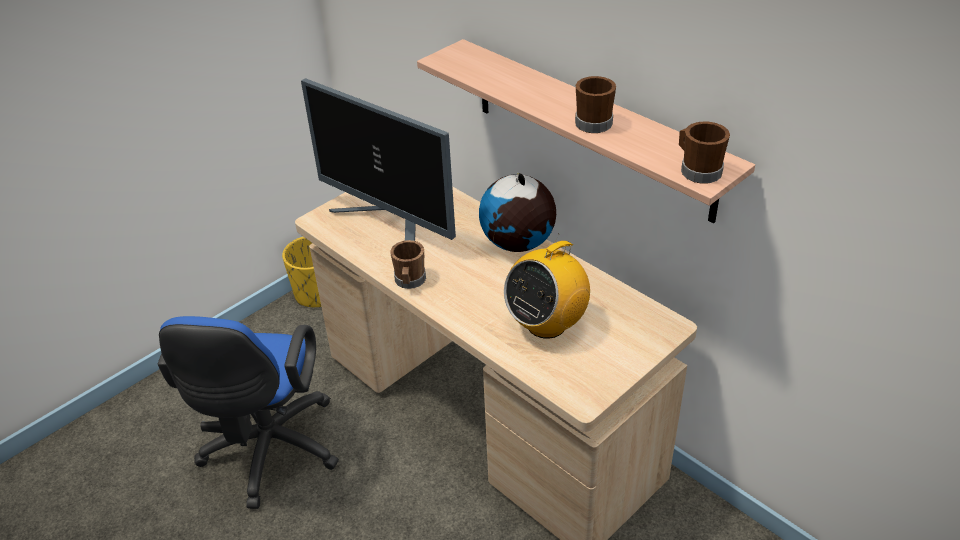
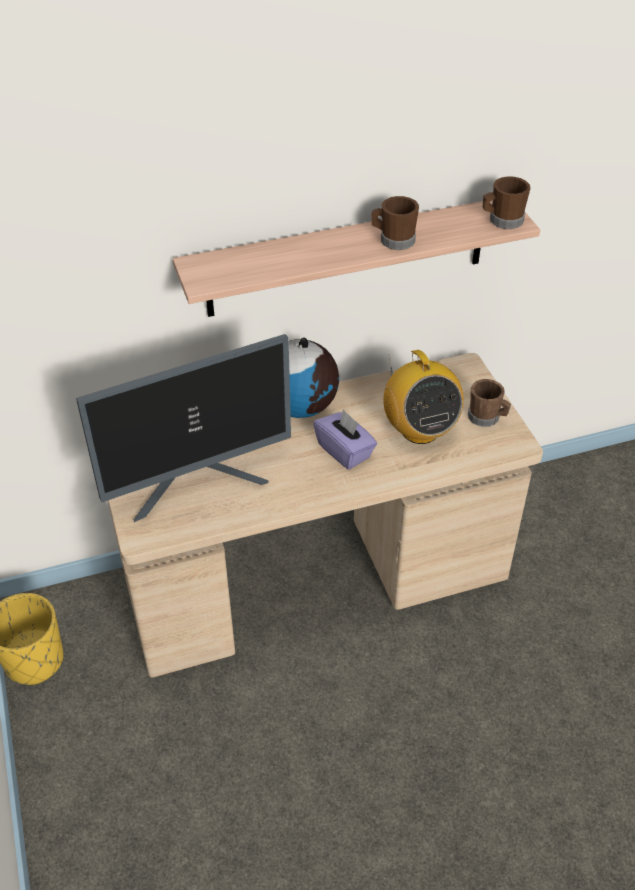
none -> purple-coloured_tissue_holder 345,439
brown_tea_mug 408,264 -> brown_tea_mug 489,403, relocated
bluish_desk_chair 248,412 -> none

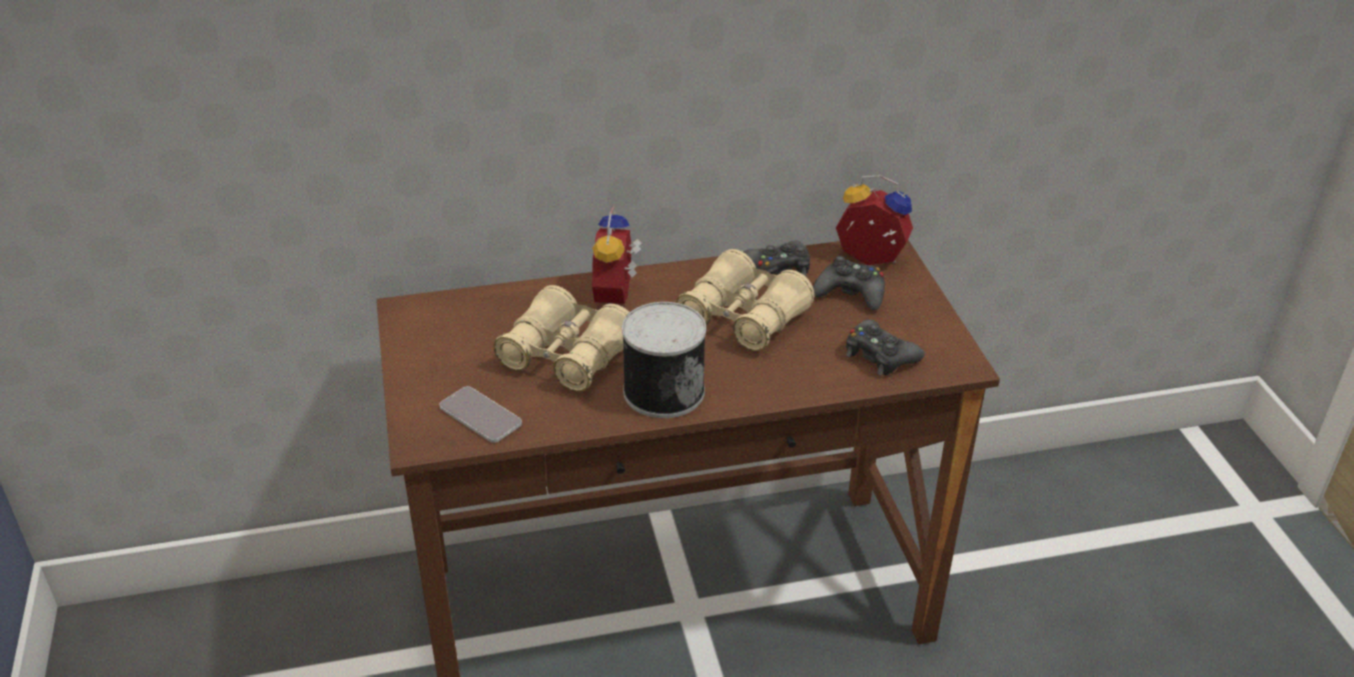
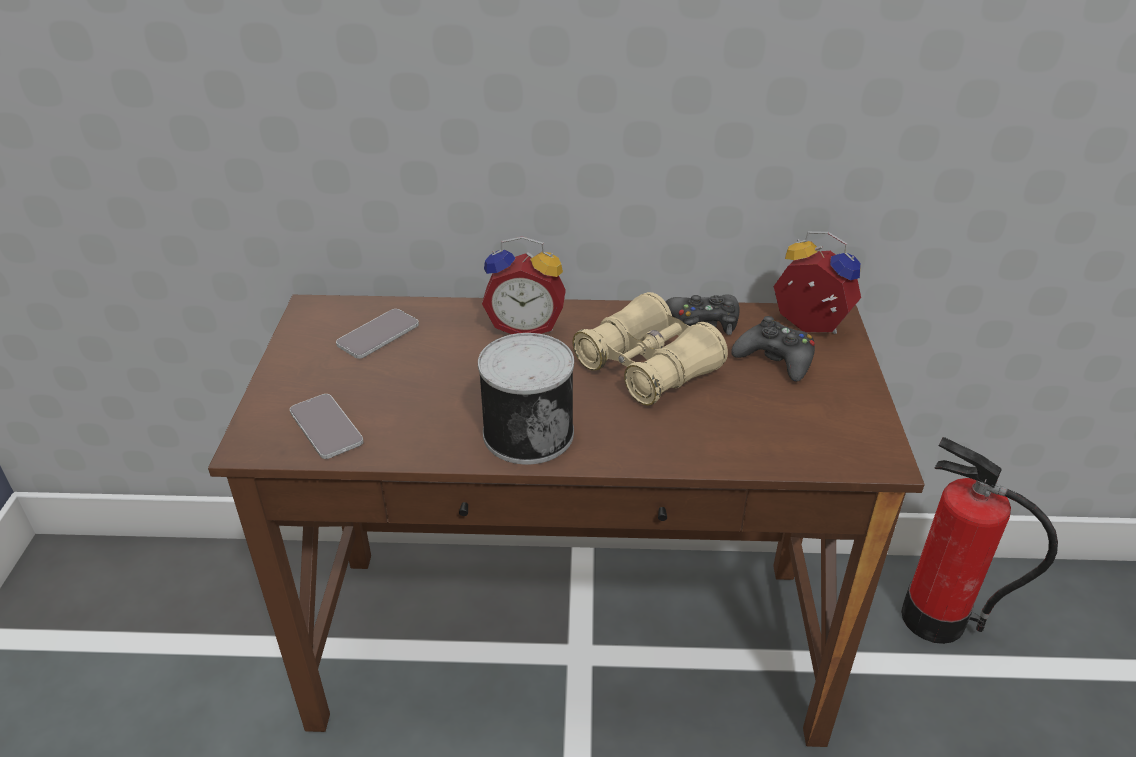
none -> phone 377,334
table_clock 617,255 -> table_clock 524,285, 105 degrees counterclockwise
none -> extinguisher 979,540
beige_binoculars 561,338 -> none
black-coloured_gamepad 885,347 -> none

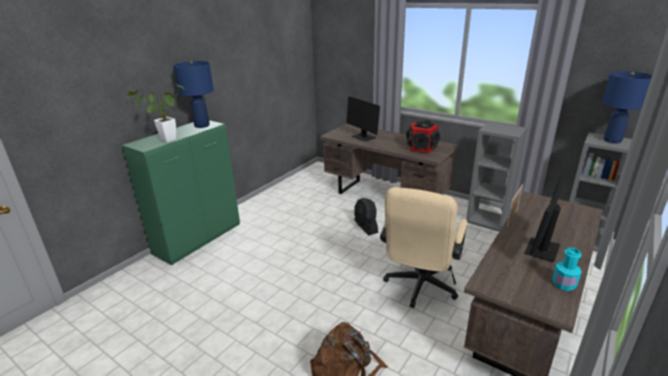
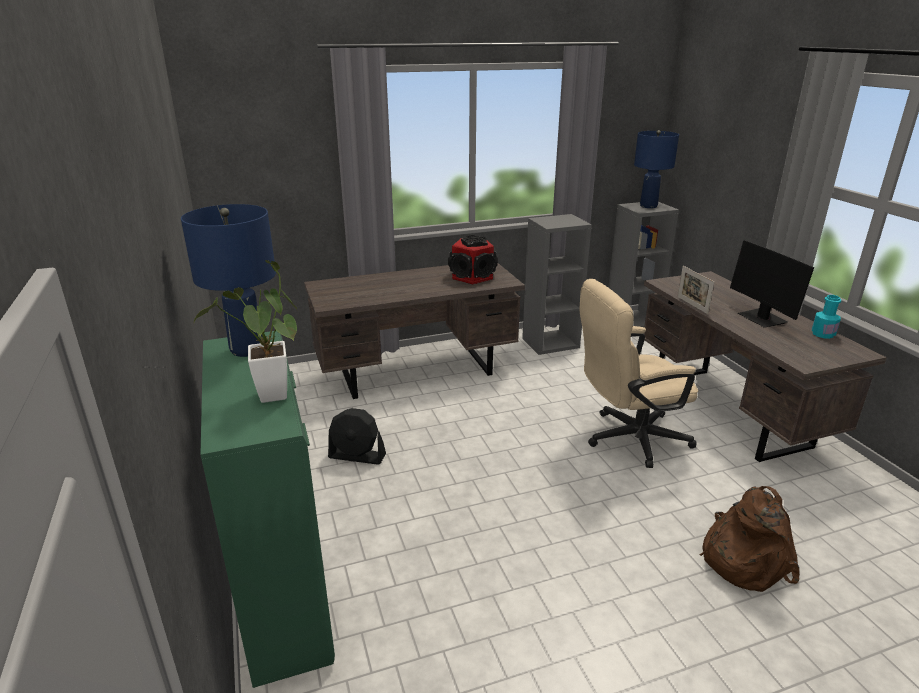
black-coloured_electric_fan 366,216 -> black-coloured_electric_fan 357,436, relocated
beige_desk_chair 423,247 -> beige_desk_chair 639,373, 105 degrees clockwise
computer_screen 363,119 -> none

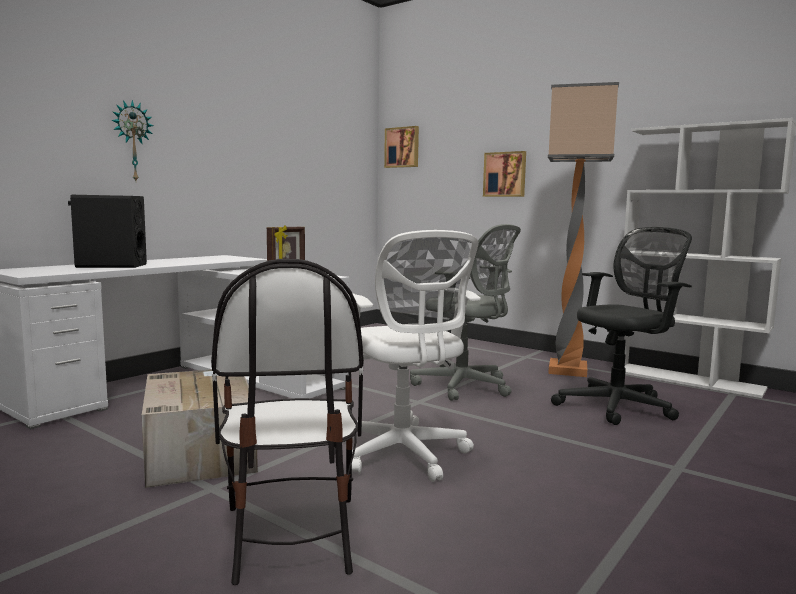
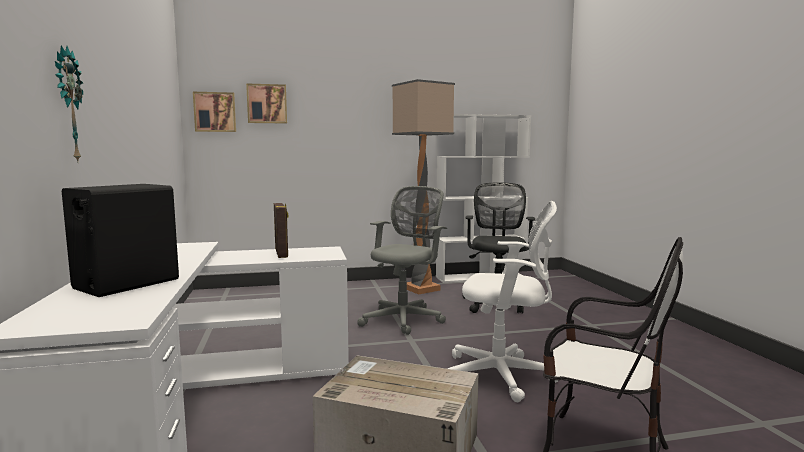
wall_art 504,174 -> wall_art 266,103, relocated
gray_desk_chair 465,312 -> gray_desk_chair 402,260, 45 degrees counterclockwise

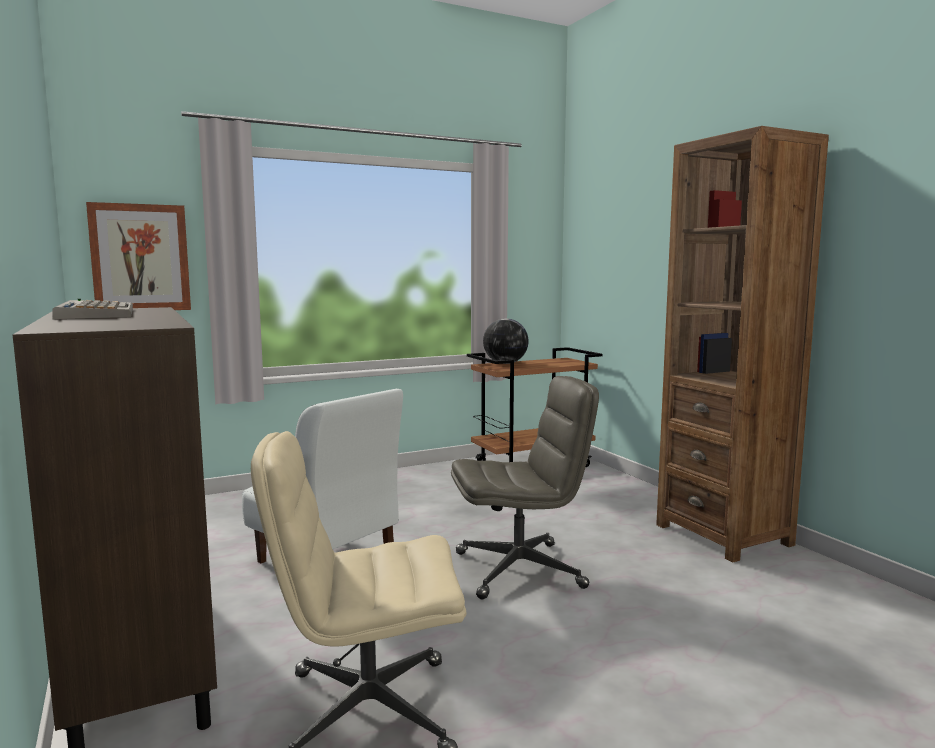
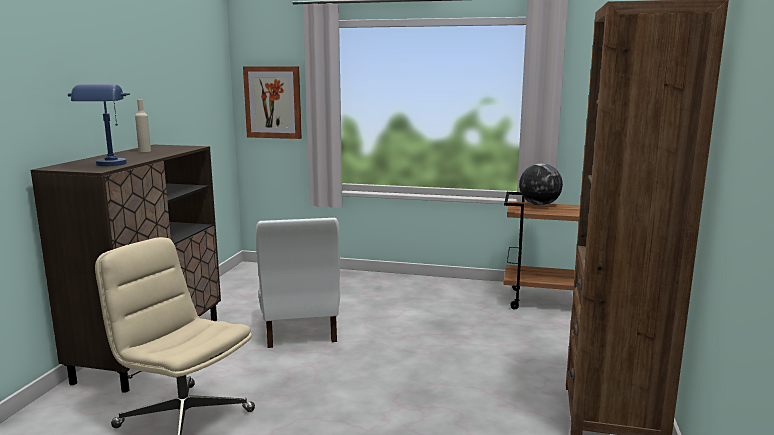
none -> bluish_table_lamp 99,125
PC_keyboard 92,309 -> beige_drink_bottle 143,126
gray_desk_chair 525,487 -> none

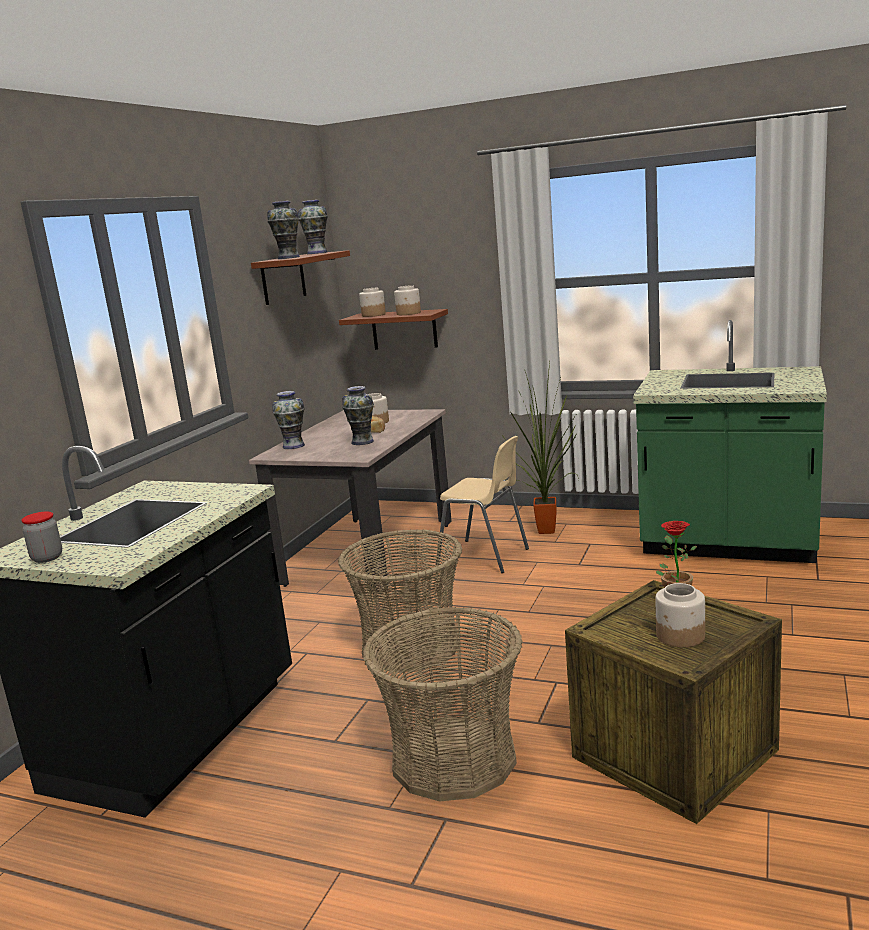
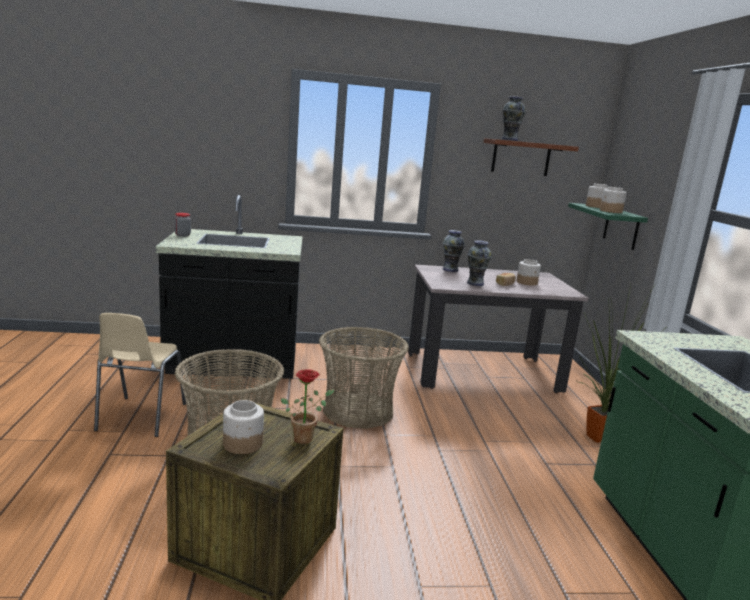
beige_chair 483,504 -> beige_chair 140,375, relocated
brown_shelf 393,329 -> green_shelf 608,226
flower_vase 313,227 -> none

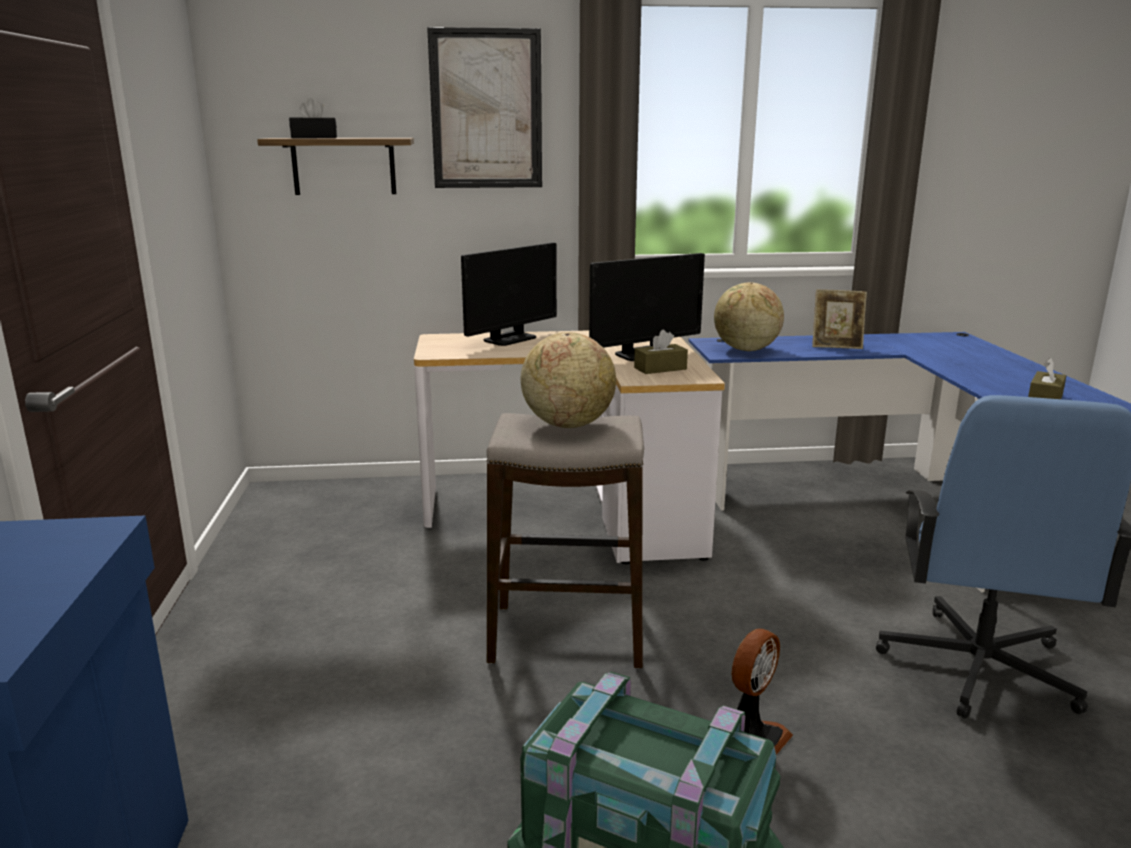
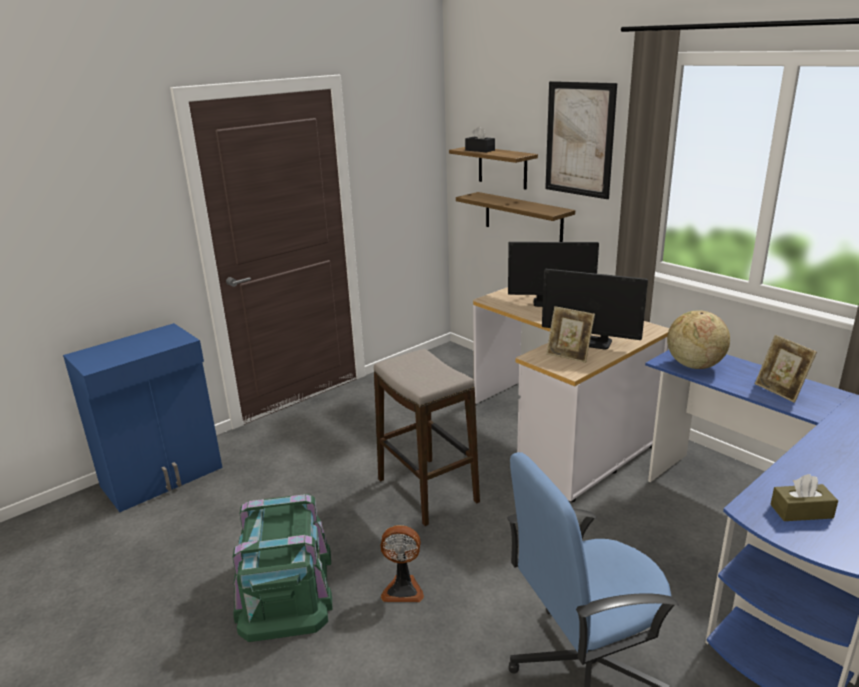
none -> shelf 515,217
brown_tissue_holder 661,352 -> photo_frame 570,334
globe 568,380 -> none

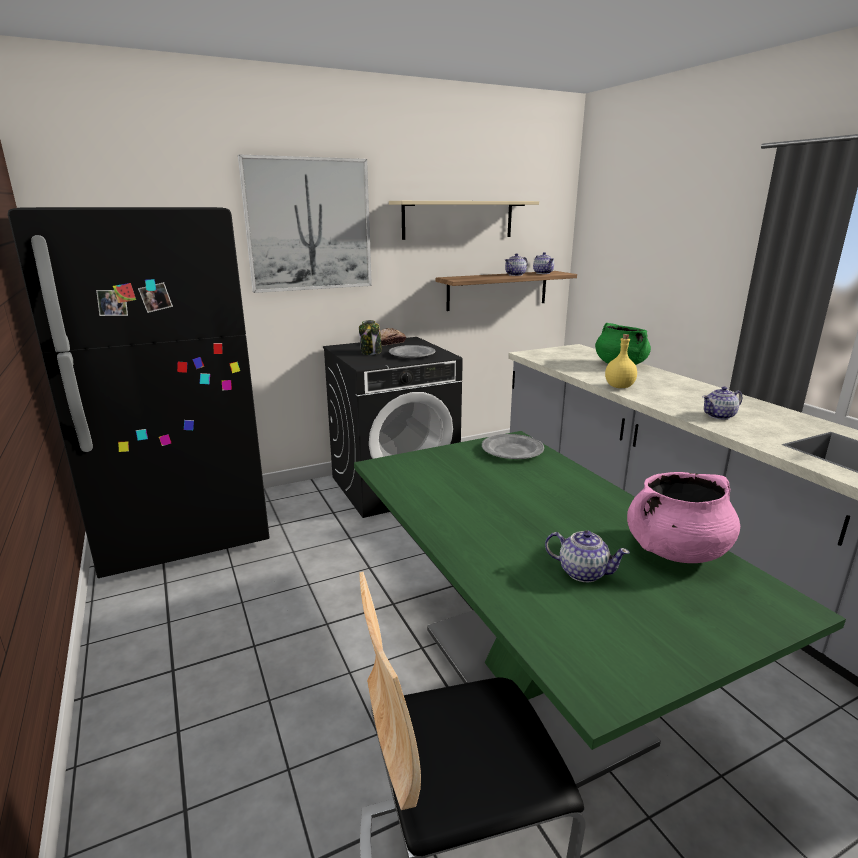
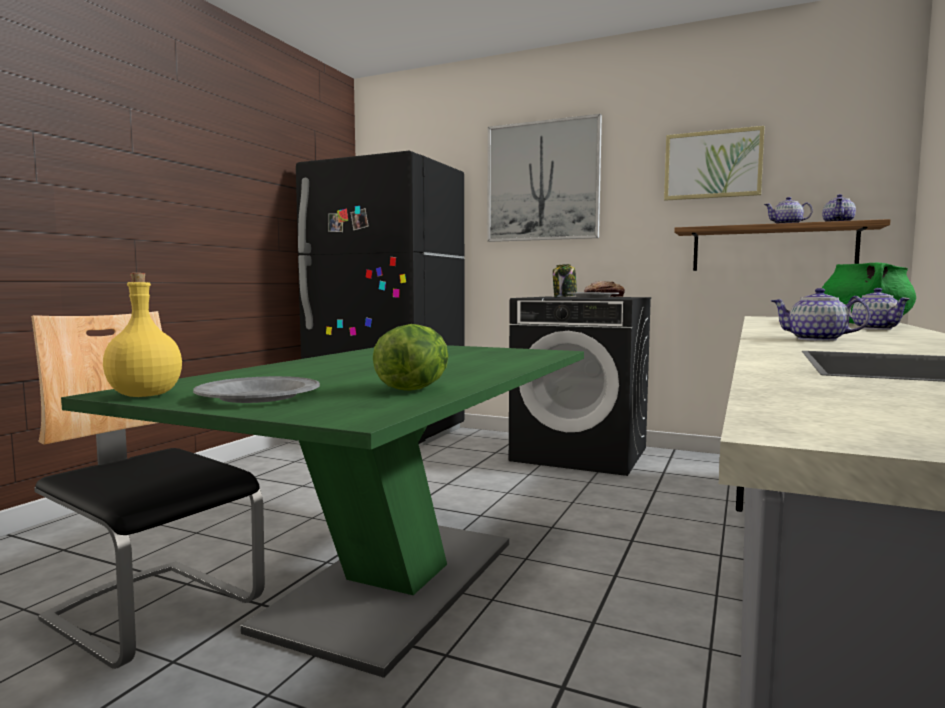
yellowish_drink_bottle 621,361 -> yellowish_drink_bottle 142,335, relocated
gray_plate 513,446 -> gray_plate 256,389, relocated
pink-coloured_saucepot 683,517 -> head_of_lettuce 411,357
beige_shelf 464,220 -> wall_art 714,163
pot_for_tea 587,556 -> pot_for_tea 879,309, relocated

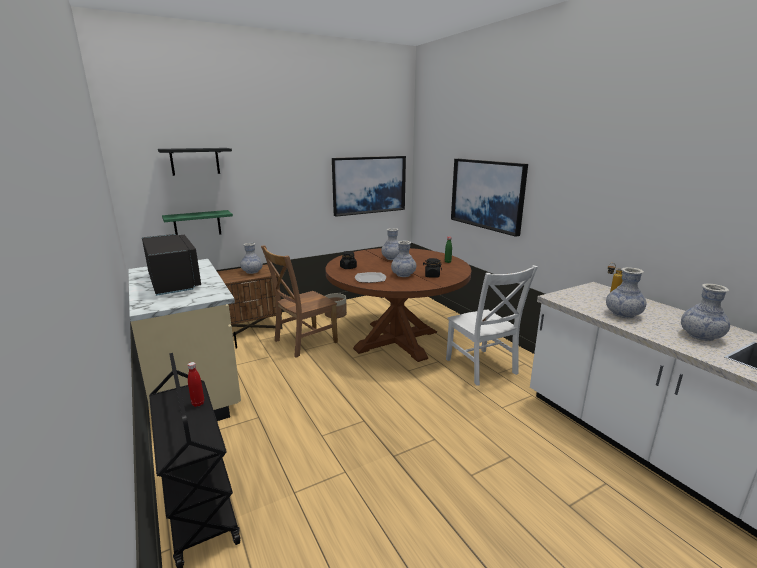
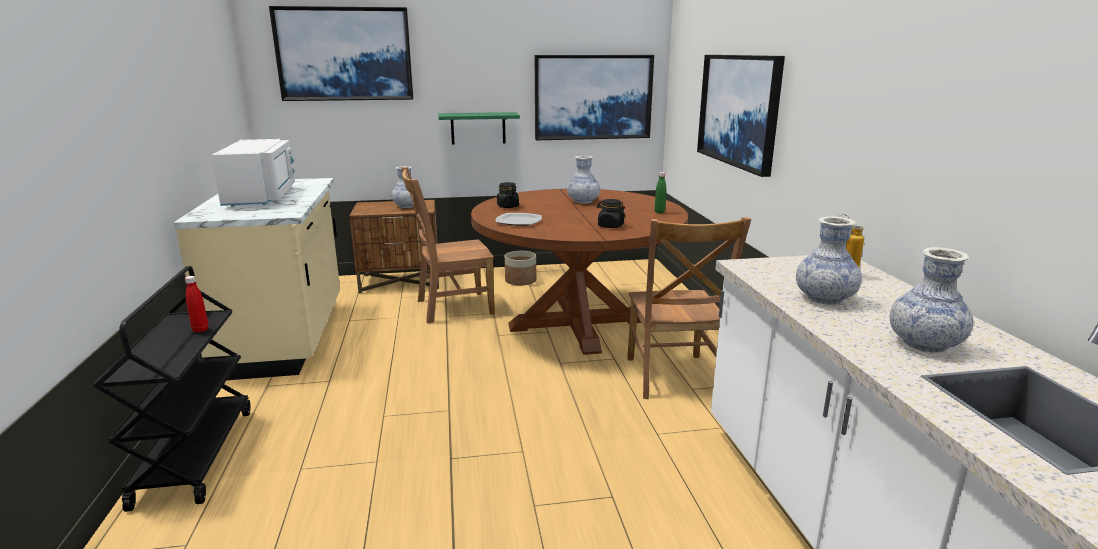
black-coloured_kitchen_microwave 171,265 -> white_kitchen_microwave 253,172
black-coloured_shelf 195,162 -> wall_art 341,53
green_shelf 197,222 -> green_shelf 479,128, relocated
white_chair 492,325 -> brown_chair 689,308
flower_vase 403,259 -> none

